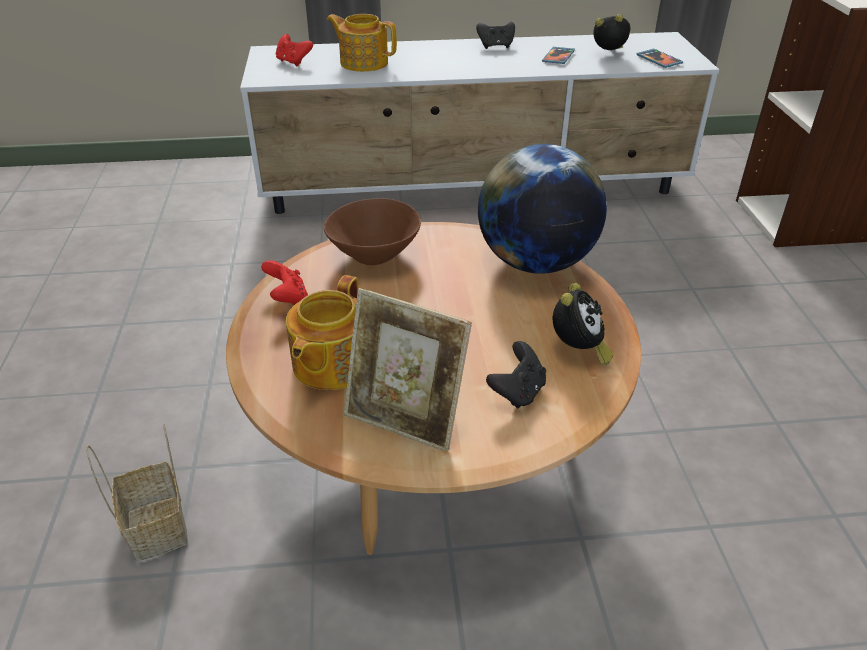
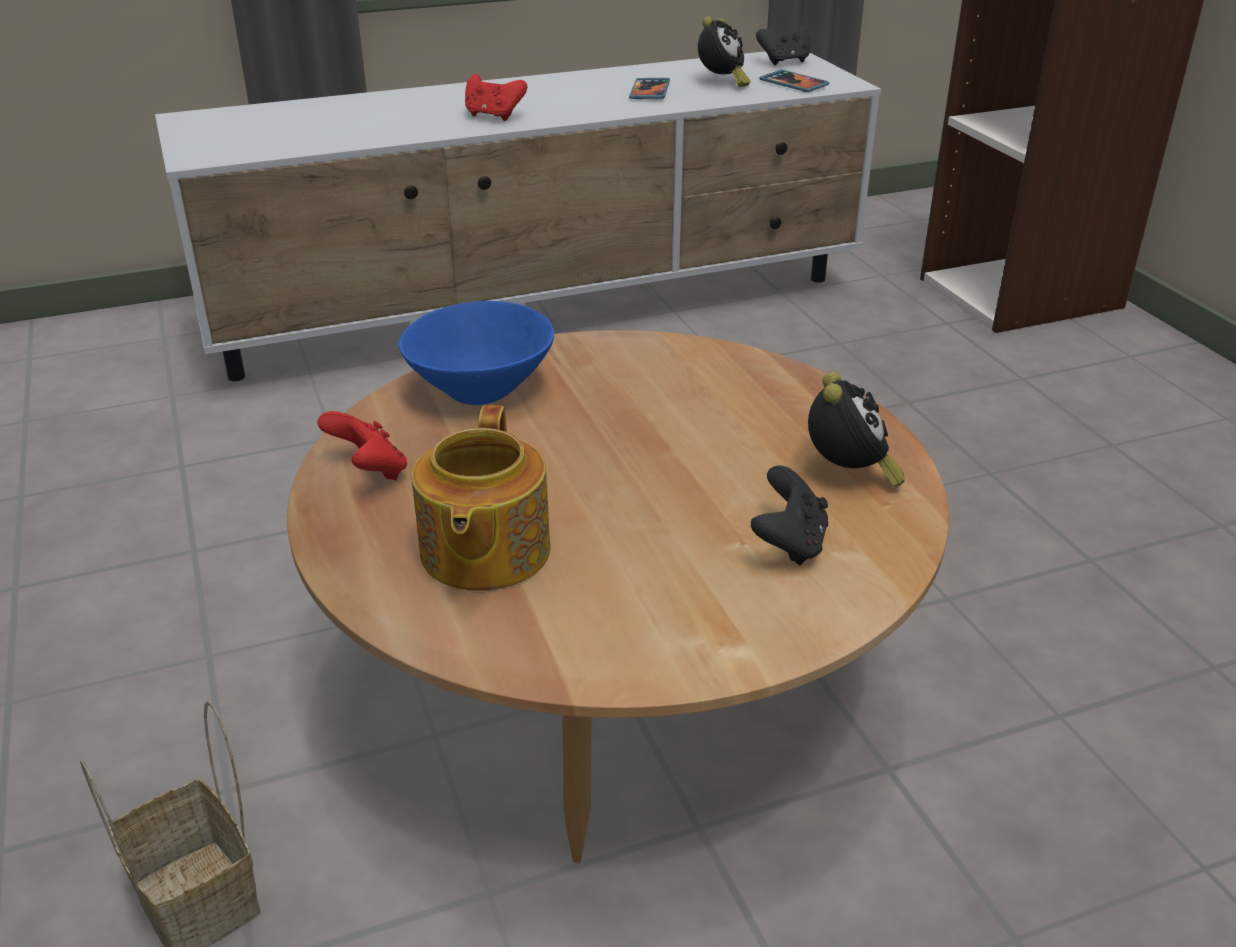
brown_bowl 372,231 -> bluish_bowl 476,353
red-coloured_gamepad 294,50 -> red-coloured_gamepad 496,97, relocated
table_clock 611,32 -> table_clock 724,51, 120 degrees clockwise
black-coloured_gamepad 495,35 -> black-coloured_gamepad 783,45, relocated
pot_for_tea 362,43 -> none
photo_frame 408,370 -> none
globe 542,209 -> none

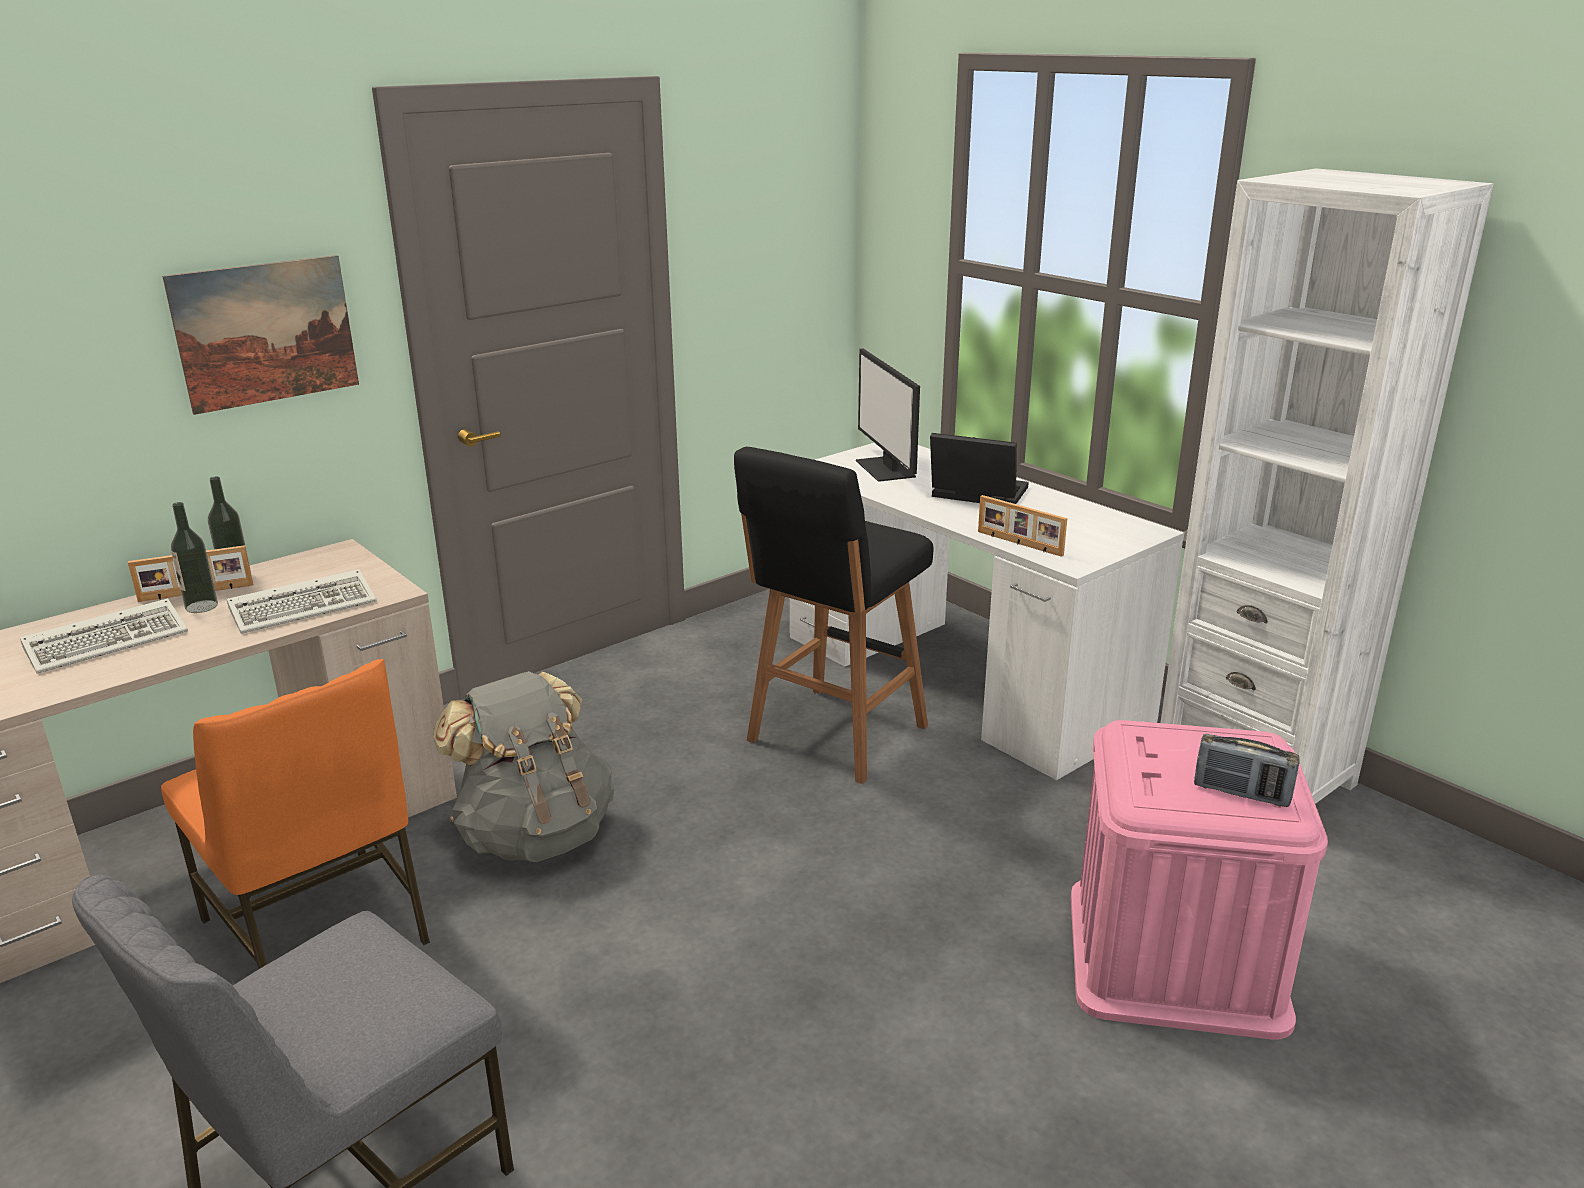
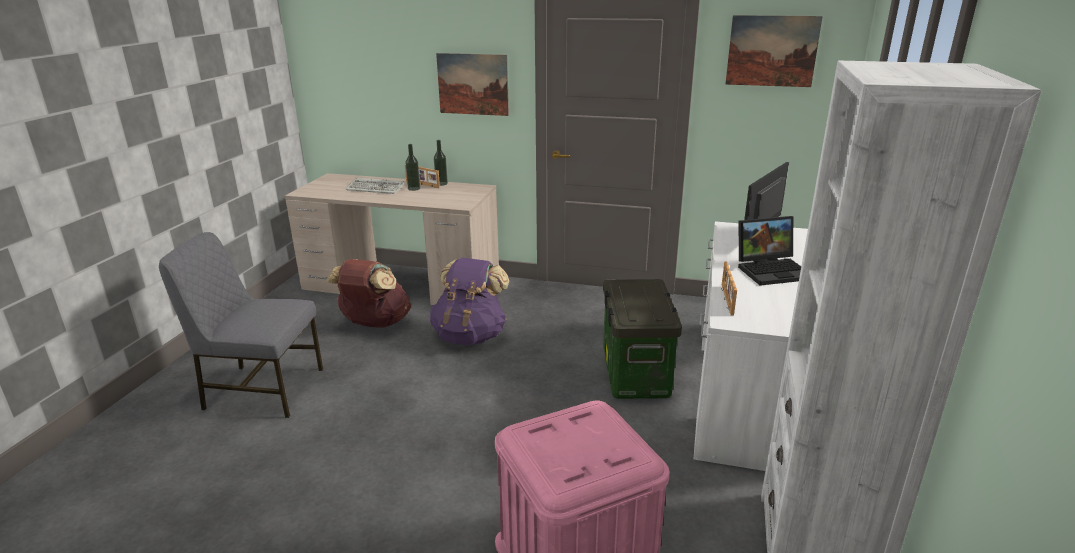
orangey_chair 295,814 -> brown_rucksack 368,293
gray_rucksack 524,766 -> purple-coloured_rucksack 469,301
black-coloured_sitting_stool 833,615 -> storage_container 642,339
none -> wall_art 774,51
laptop 979,468 -> laptop 769,251, 90 degrees clockwise
PC_keyboard 302,601 -> none
radio 1247,770 -> none

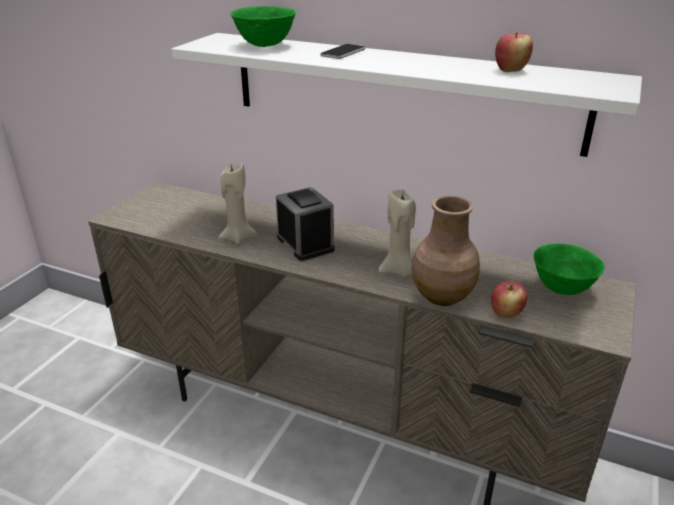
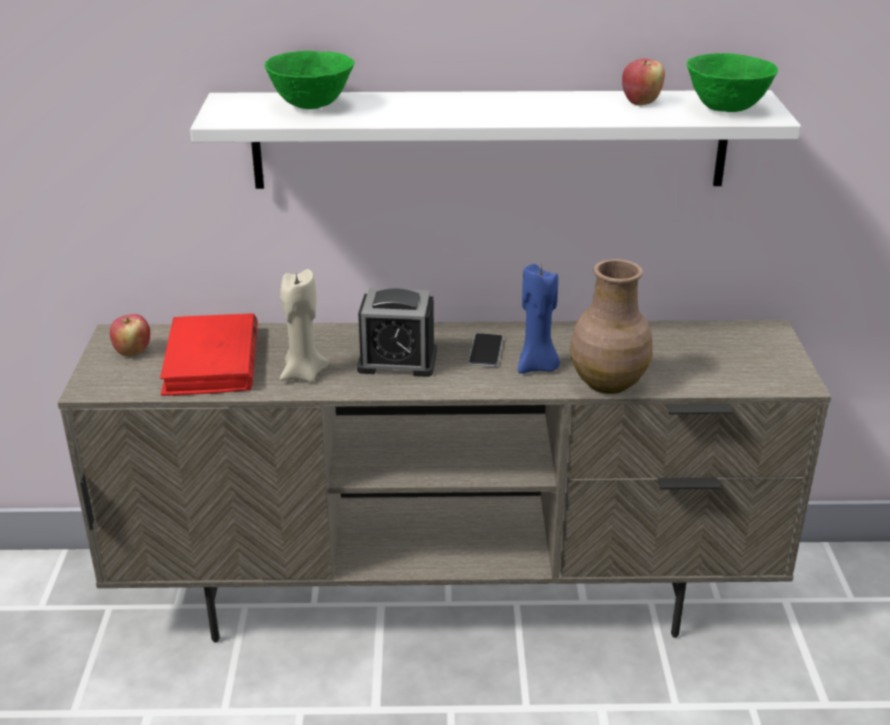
apple 509,299 -> apple 130,335, relocated
none -> red-coloured_volume 209,354
table_clock 305,224 -> table_clock 397,332, 150 degrees clockwise
phone 343,51 -> phone 485,350, relocated
beige_wax_candle 397,233 -> bluish_wax_candle 539,319
green_bowl 569,269 -> green_bowl 732,82, relocated

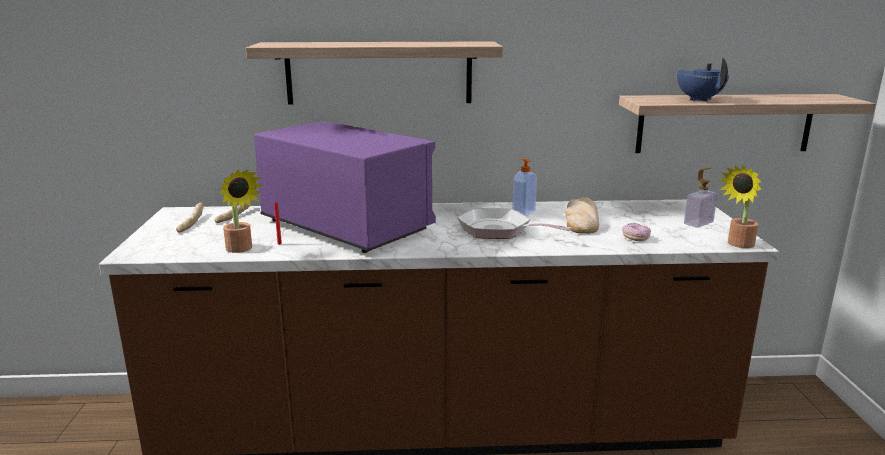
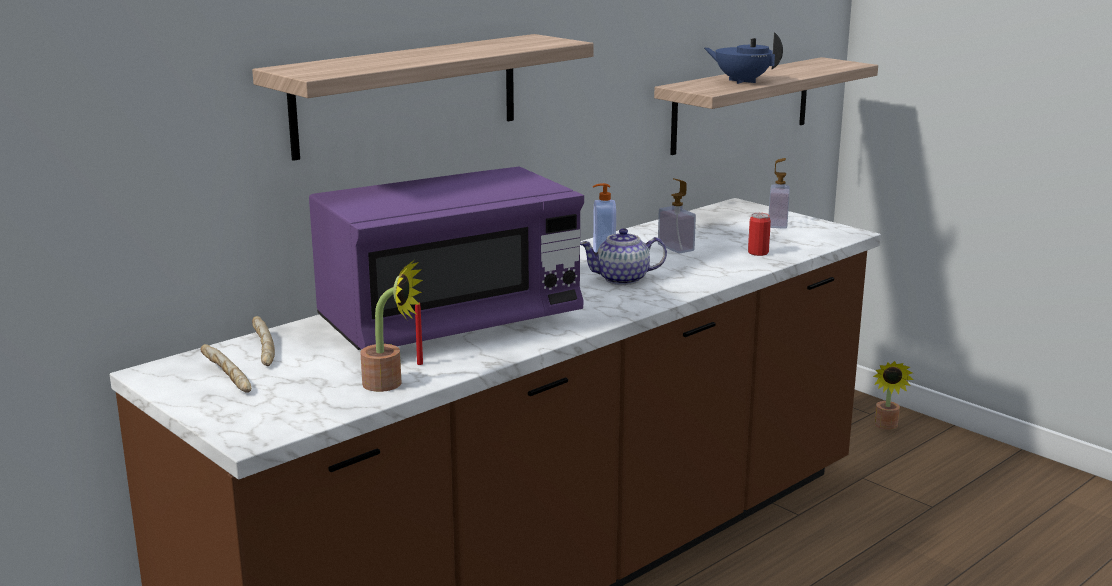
purple-coloured_kitchen_microwave 345,187 -> purple-coloured_kitchen_microwave 446,258, 150 degrees clockwise
skillet 514,223 -> pot_for_tea 623,256
bread 582,215 -> soap_bottle 677,215
ring_doughnut 636,232 -> metal_can 759,234
potted_plant 740,206 -> potted_plant 893,395, relocated

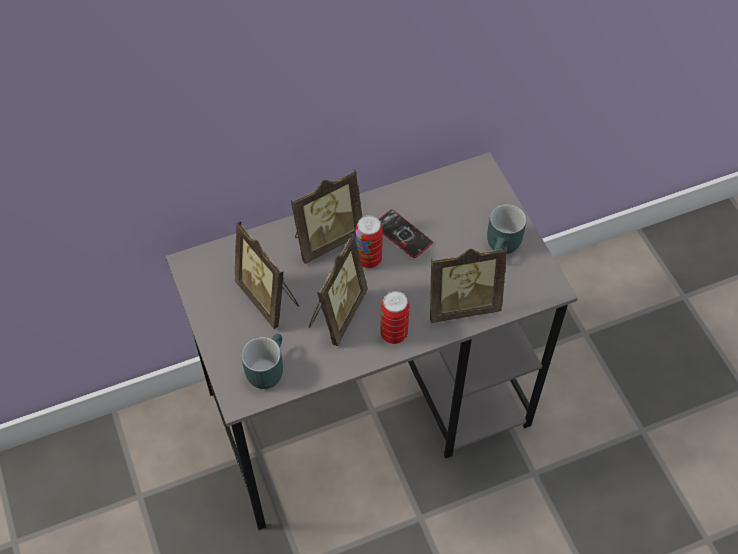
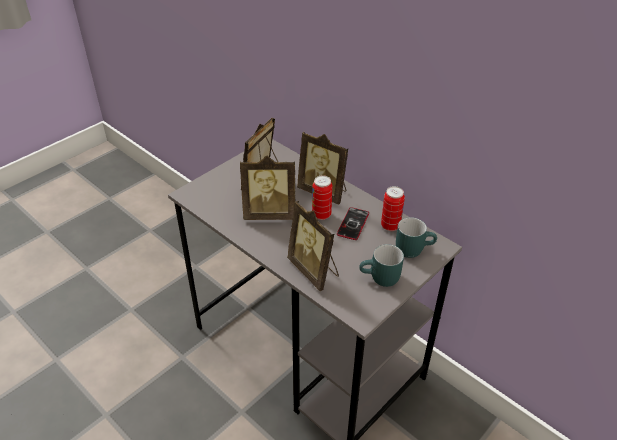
metal_can 395,317 -> metal_can 393,208, relocated
turquoise_tea_mug 262,361 -> turquoise_tea_mug 416,237, relocated

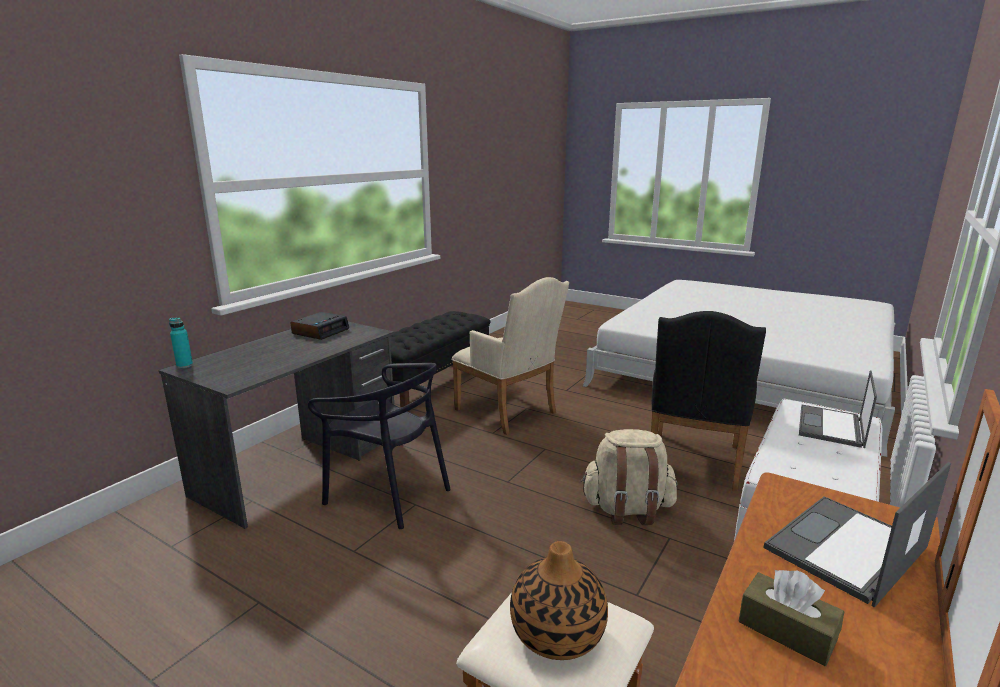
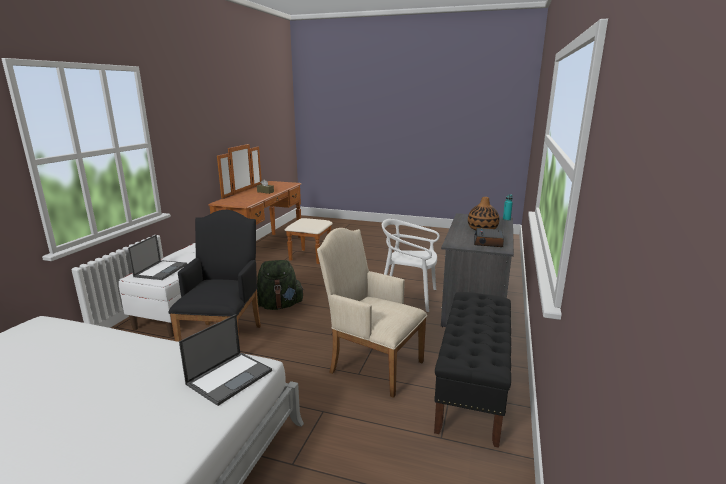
laptop 857,534 -> laptop 225,360, relocated
beige_rucksack 629,477 -> green_rucksack 280,285
black-coloured_chair 379,446 -> white_chair 411,265
flower_vase 559,600 -> flower_vase 483,213, relocated

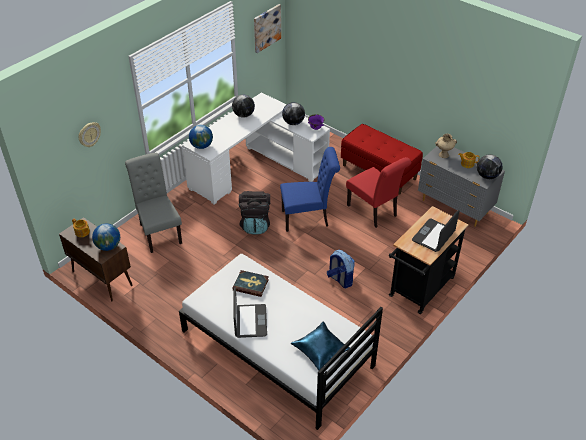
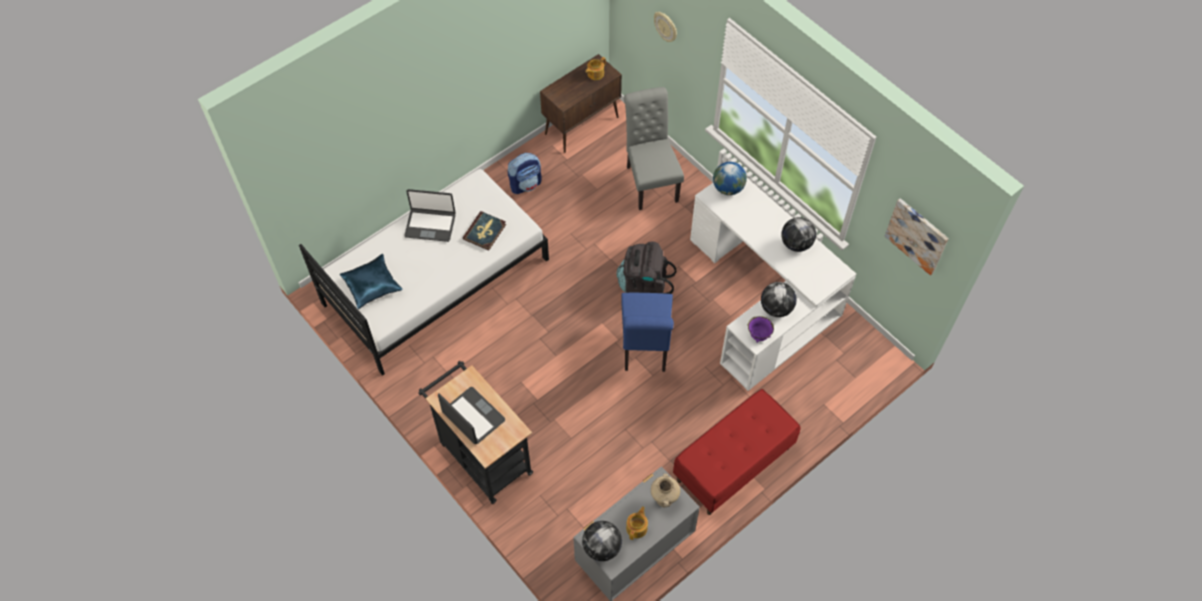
rucksack 341,269 -> rucksack 525,173, relocated
gray_chair 153,203 -> gray_chair 654,148, 90 degrees counterclockwise
globe 106,237 -> none
red-coloured_chair 378,192 -> none

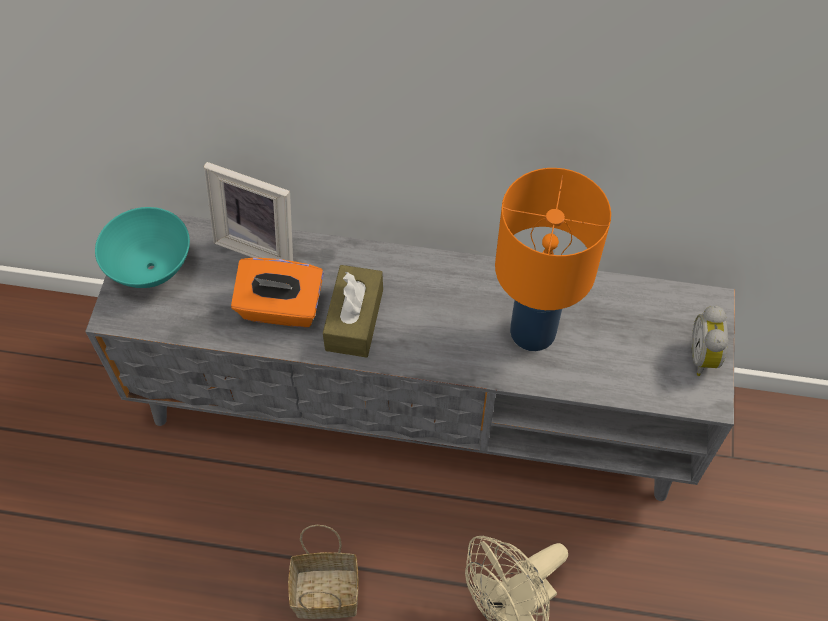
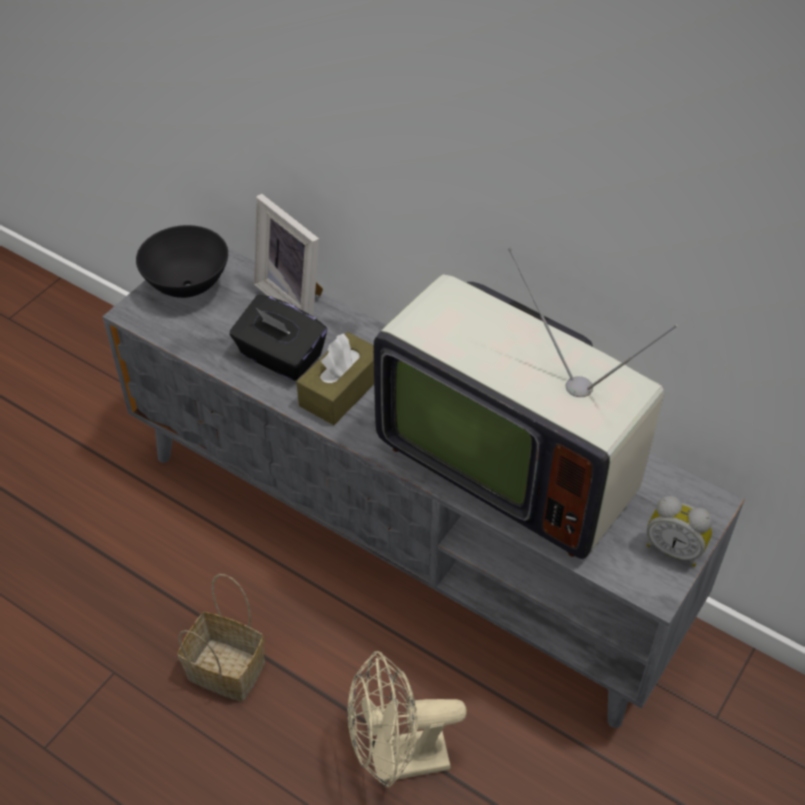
turquoise_bowl 142,247 -> black-coloured_bowl 182,261
orangey_tissue_holder 277,293 -> black-coloured_tissue_holder 278,338
orangey_table_lamp 553,259 -> television 525,403
table_clock 709,341 -> table_clock 679,531, 90 degrees counterclockwise

